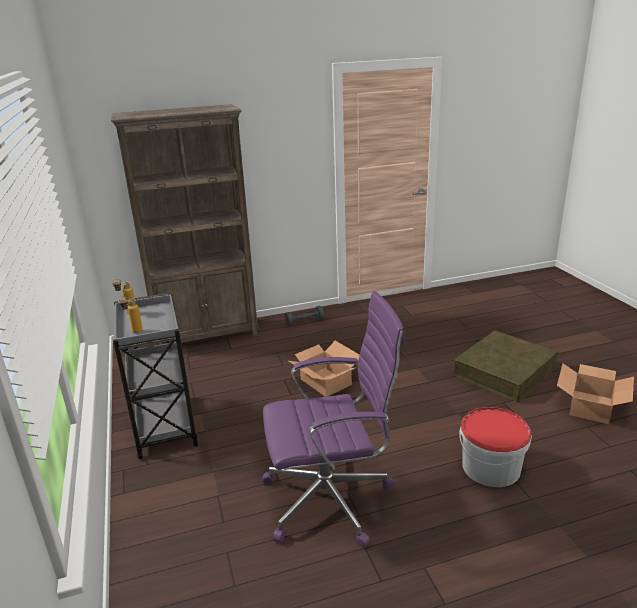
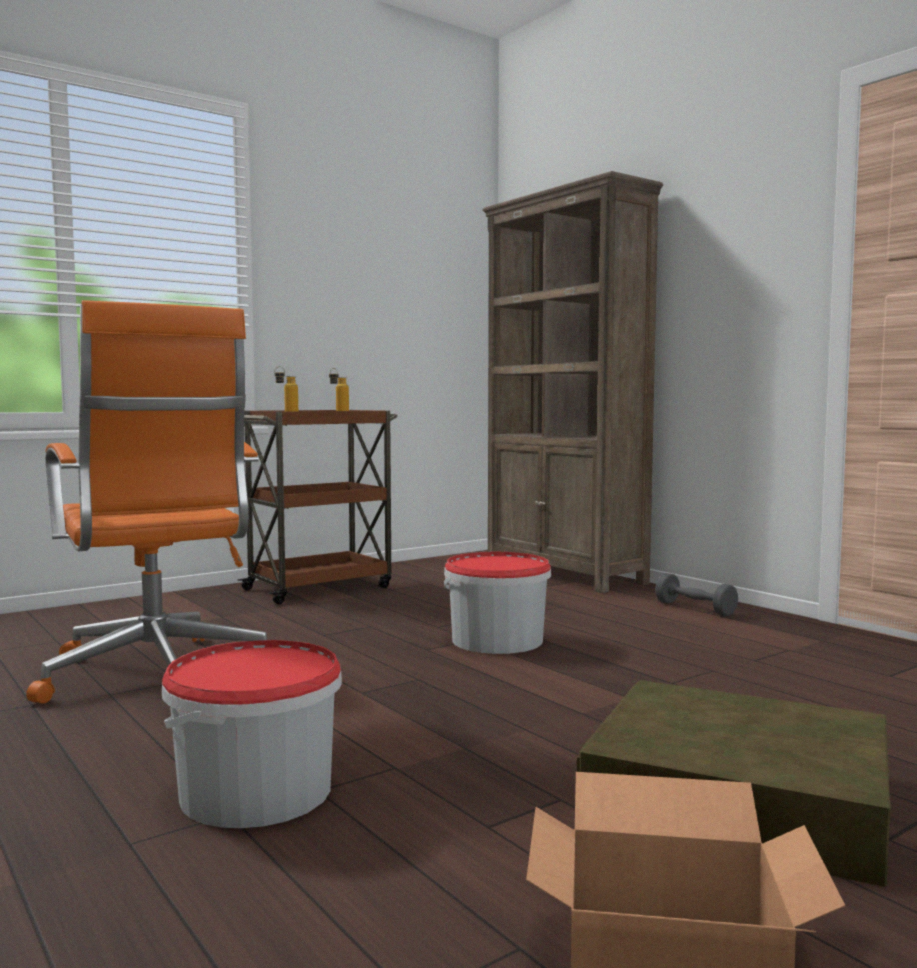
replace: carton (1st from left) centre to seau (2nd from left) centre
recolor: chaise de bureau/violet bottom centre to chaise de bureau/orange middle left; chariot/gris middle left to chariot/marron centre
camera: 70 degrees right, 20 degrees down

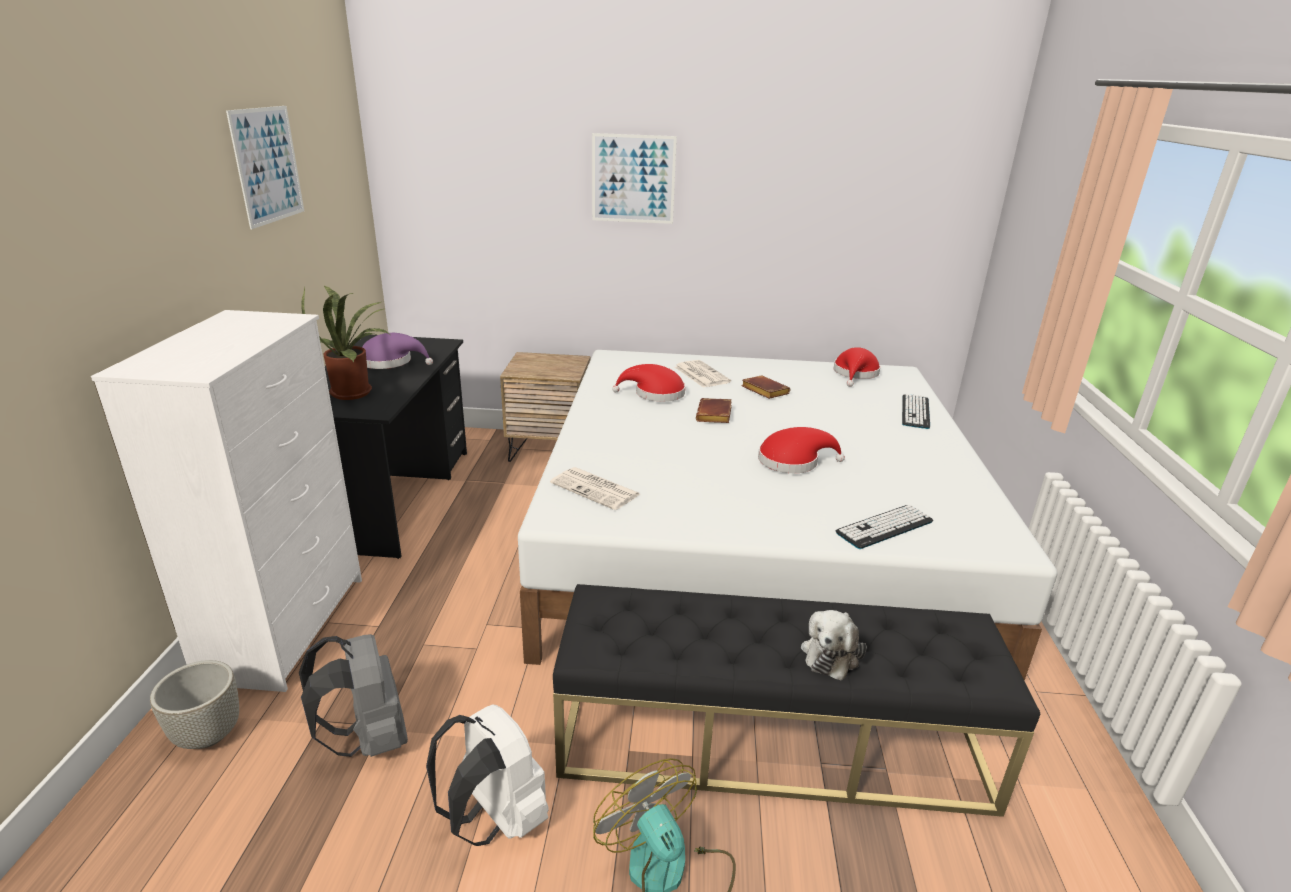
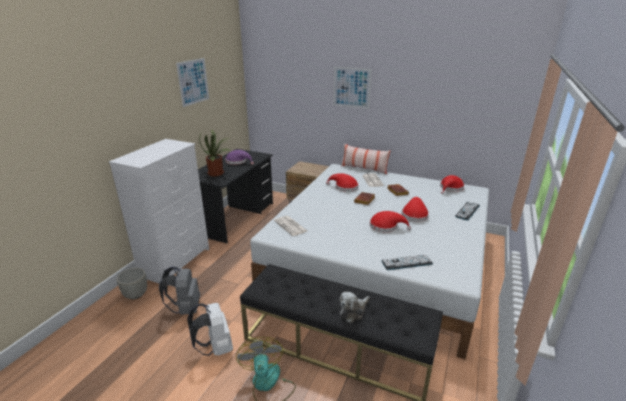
insert: coussin centre; chapeau/rouge (3rd from left) centre
camera: 20 degrees right, 0 degrees up

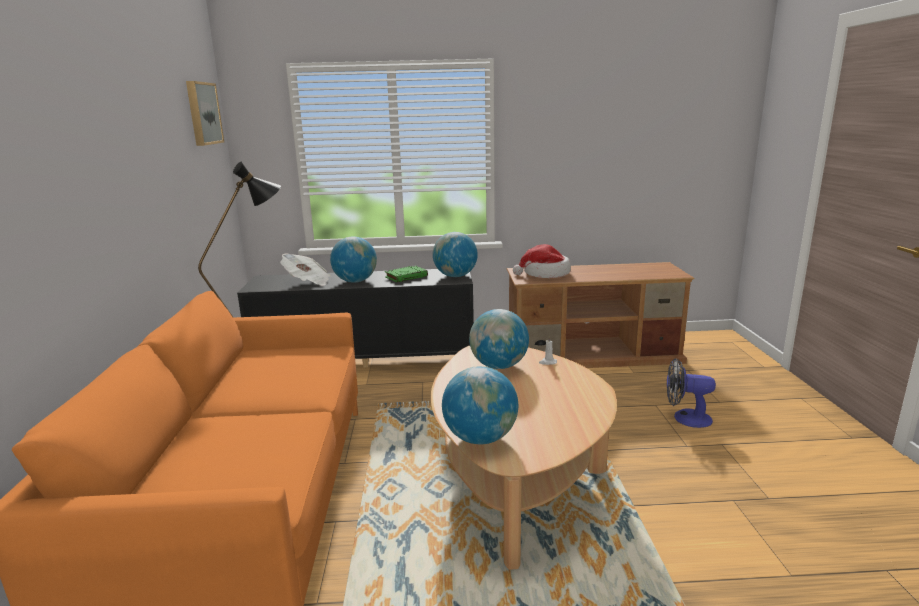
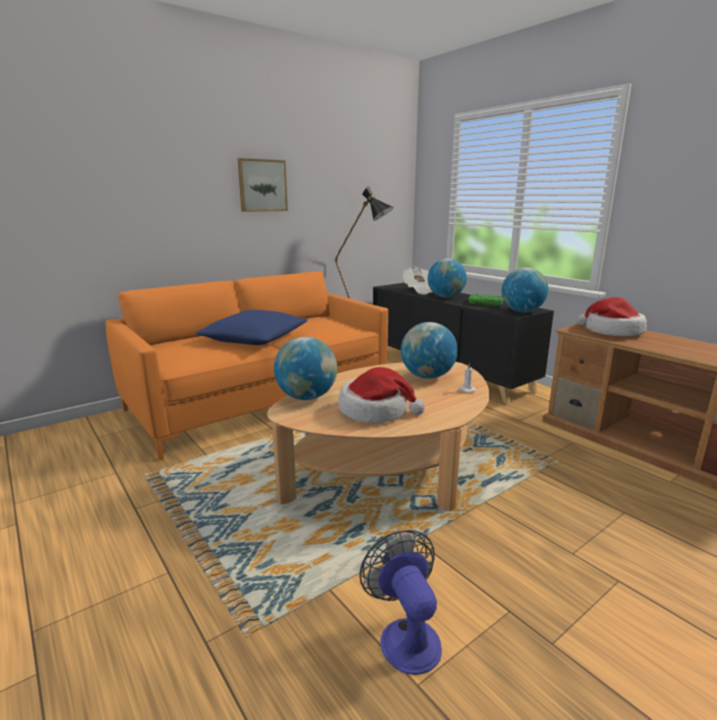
insert: coussin/bleu centre; chapeau (1st from left) centre
move: tableau top left to top centre; ventilateur middle right to bottom centre
camera: 55 degrees right, 0 degrees up

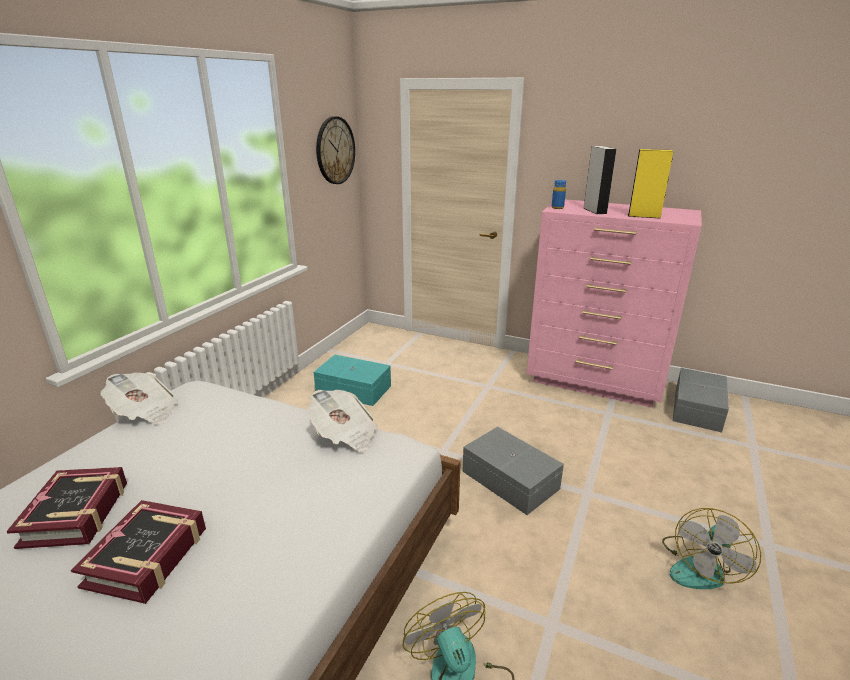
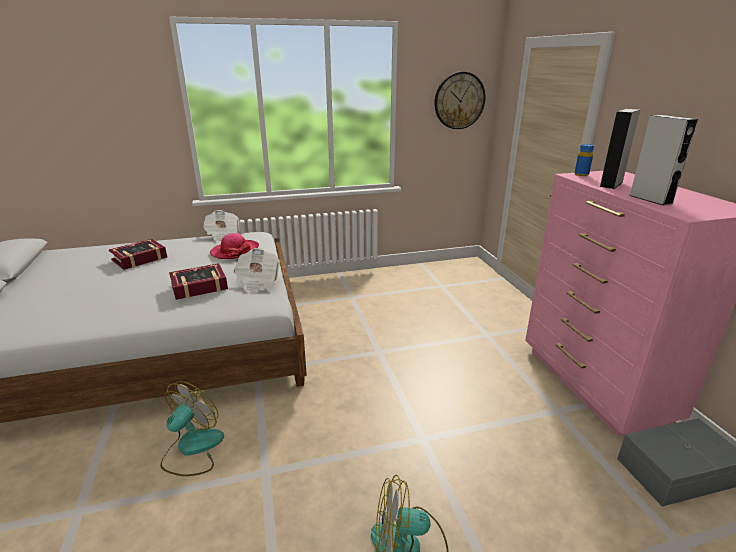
delete: boîte de rangement/turquoise centre; boîte de rangement/gris (1st from left) bottom centre
insert: chapeau middle left
move: livre (2nd from left) bottom left to middle left
recolor: enceinte/jaune top right to enceinte/gris (2nd from left) top right
camera: 50 degrees right, 0 degrees up

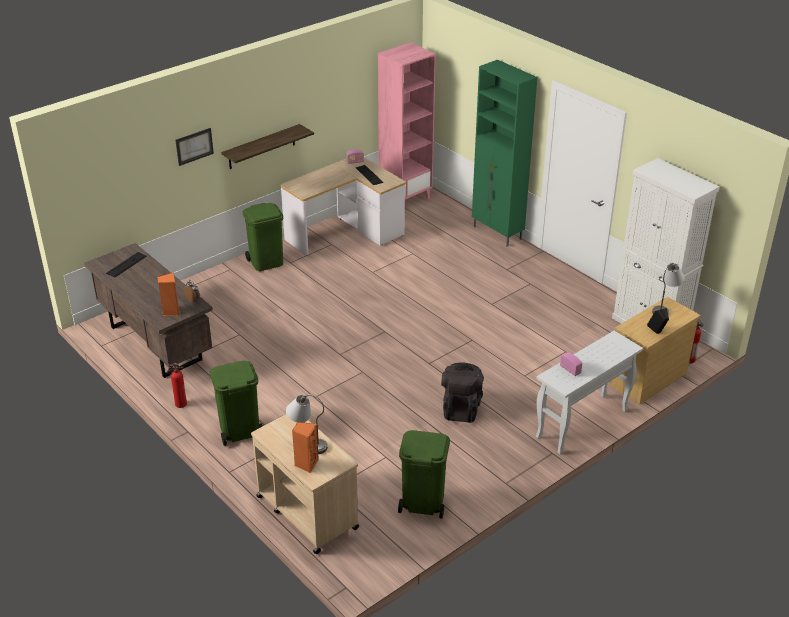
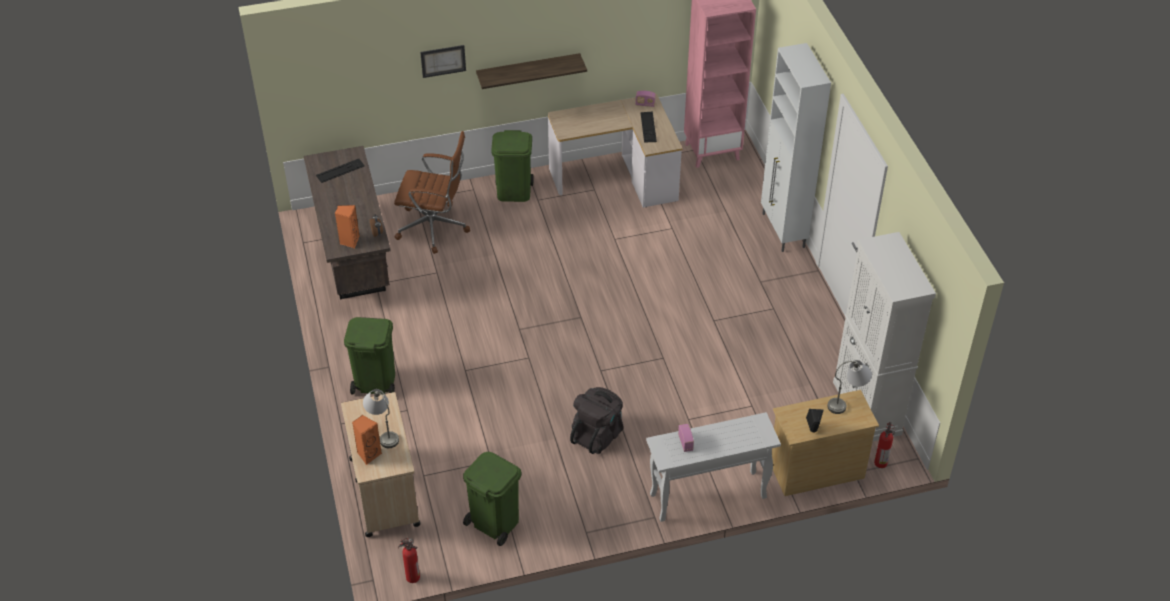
insert: chaise de bureau/marron top centre
move: extincteur (1st from left) middle left to bottom centre
recolor: meuble de rangement/vert top centre to meuble de rangement/blanc (1st from left) top right
camera: 25 degrees right, 10 degrees up

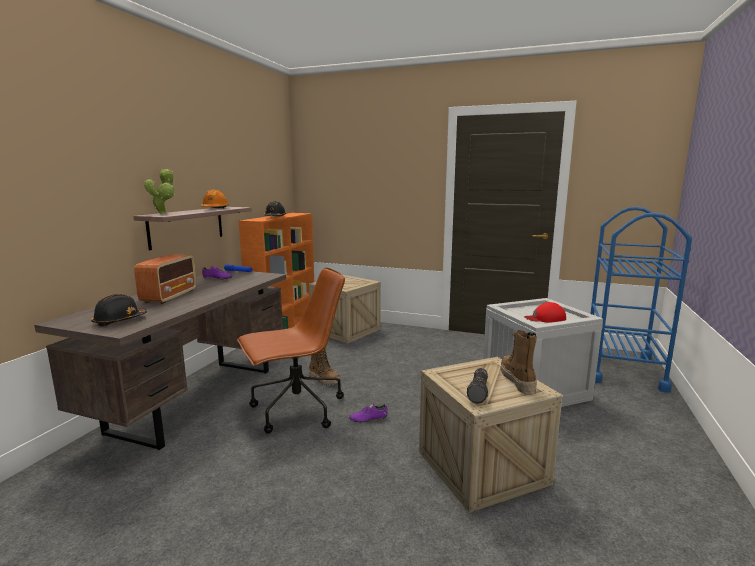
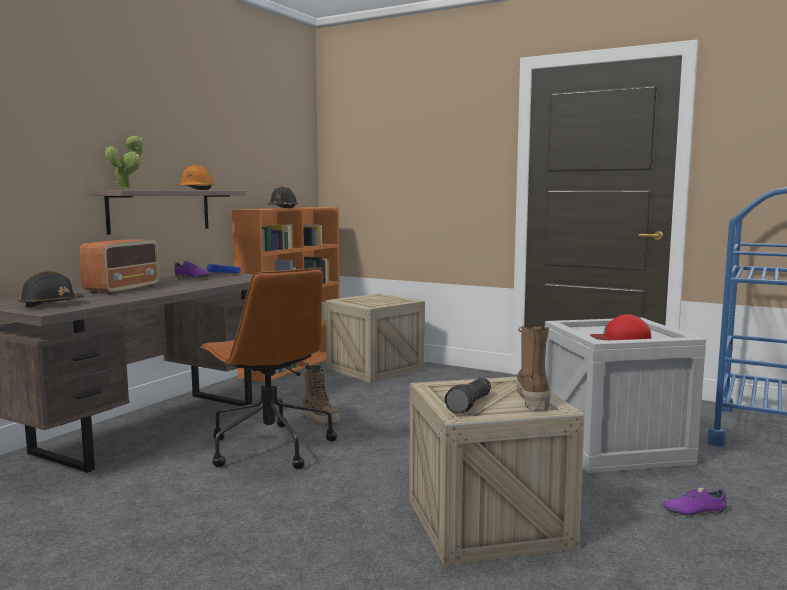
move: chaussure/violet (2nd from left) bottom centre to bottom right
rotate: chaise de bureau/marron centre = centre 75 degrees clockwise
camera: 10 degrees right, 5 degrees down

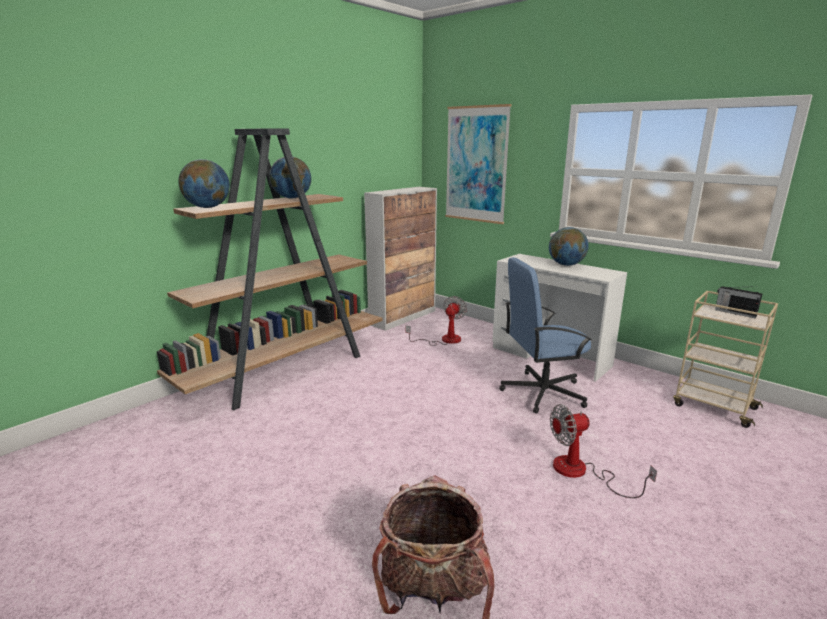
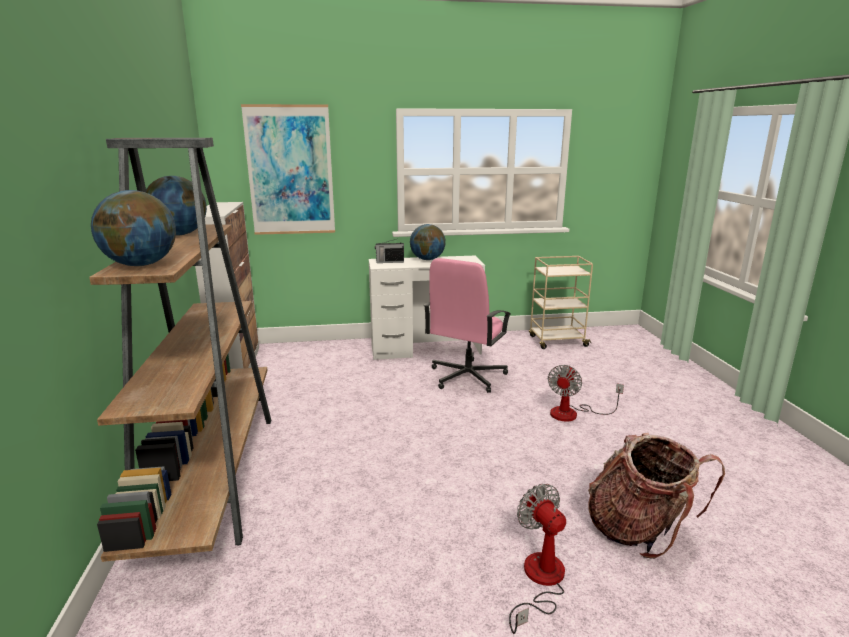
move: radio middle right to centre; ventilateur (1st from left) centre to bottom centre
recolor: chaise de bureau/bleu centre to chaise de bureau/rose centre
camera: 50 degrees left, 0 degrees up

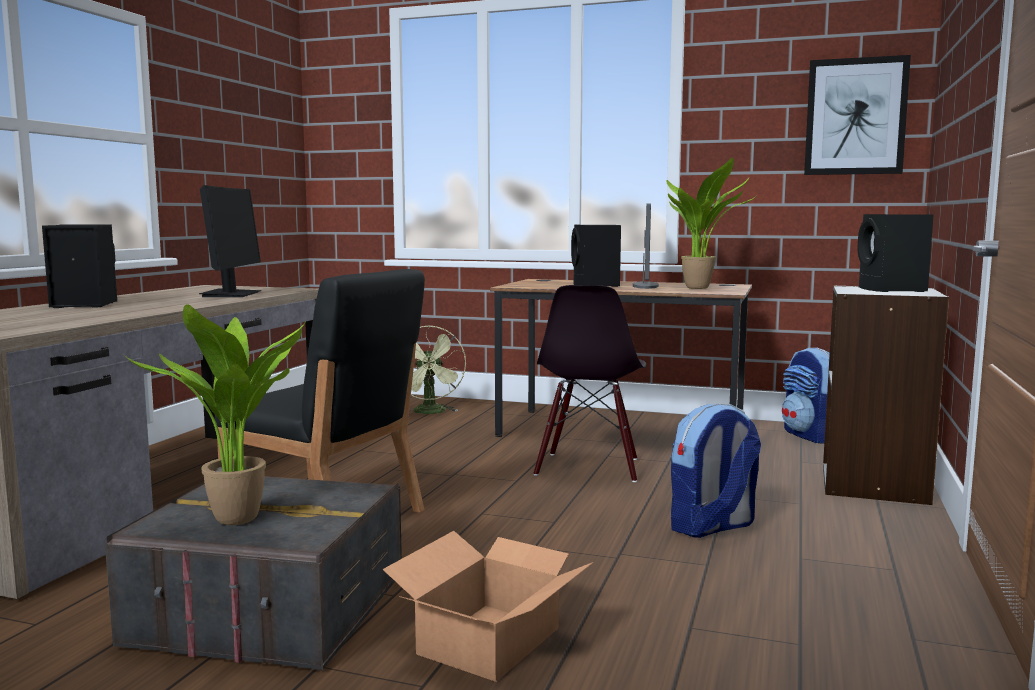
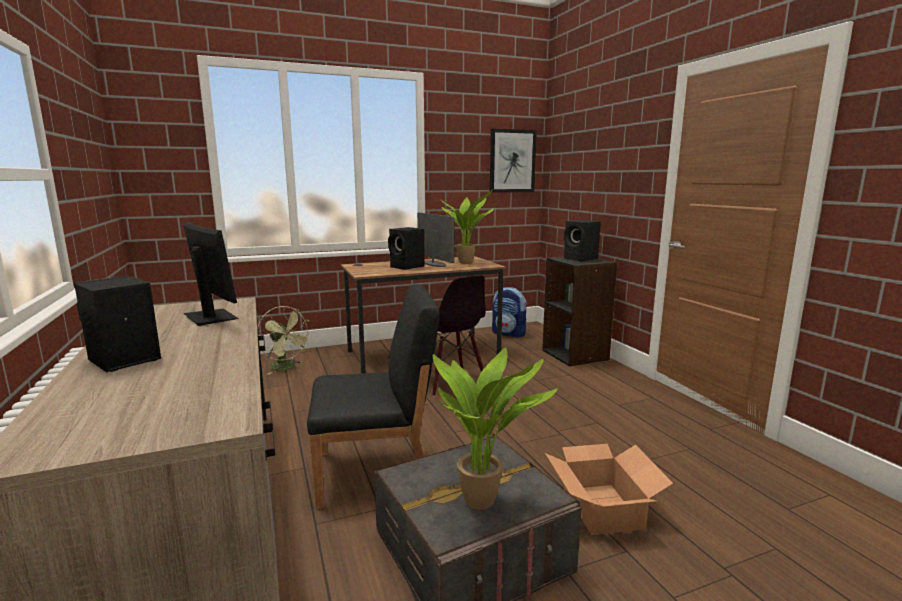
delete: sac à dos (1st from left) bottom right
camera: 40 degrees left, 5 degrees up

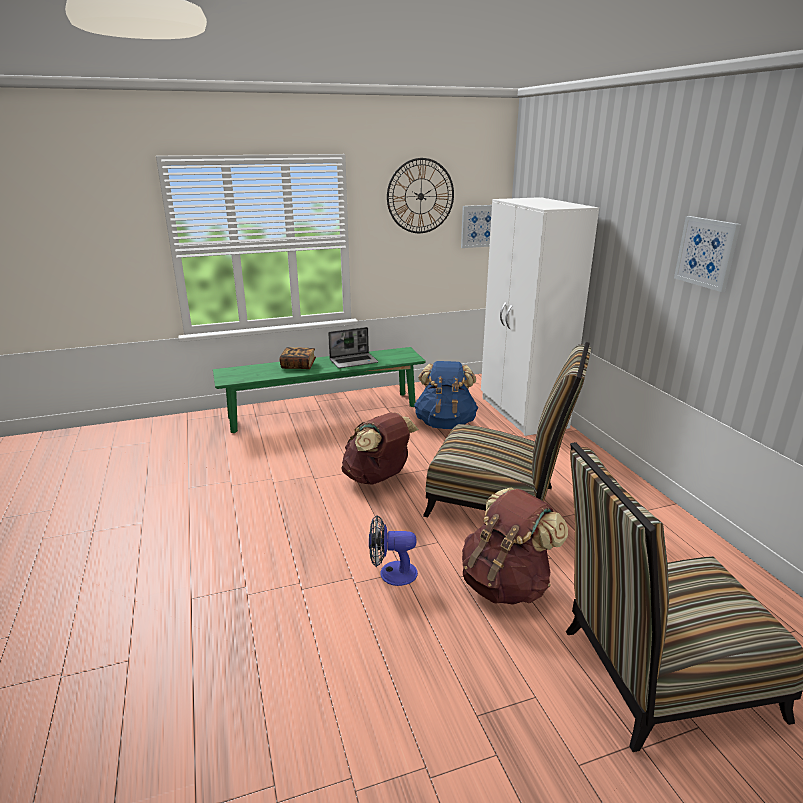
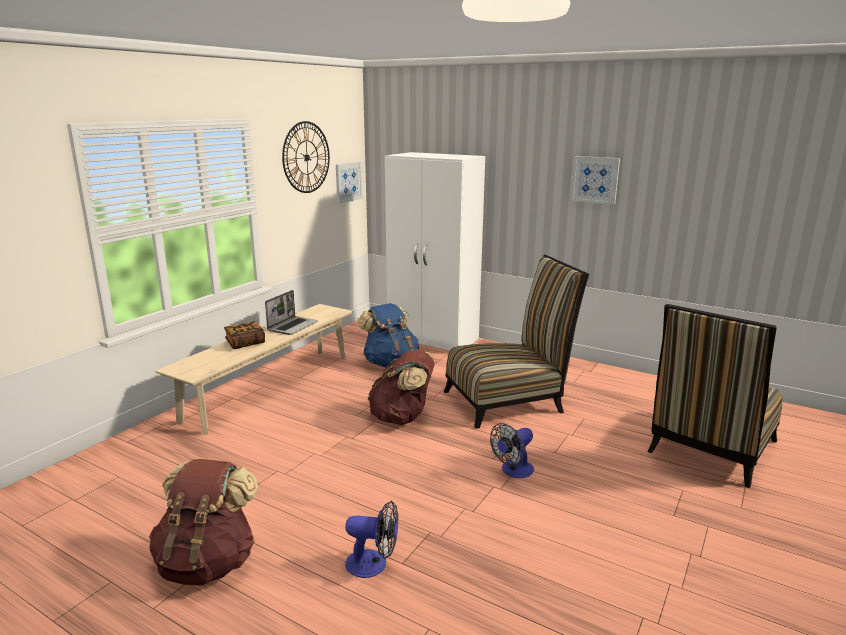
insert: ventilateur (1st from left) bottom centre
move: sac à dos/marron (2nd from left in the first image) bottom centre to sac à dos/marron (1st from left) bottom left
recolor: banc/vert centre to banc/beige middle left
camera: 40 degrees left, 5 degrees down

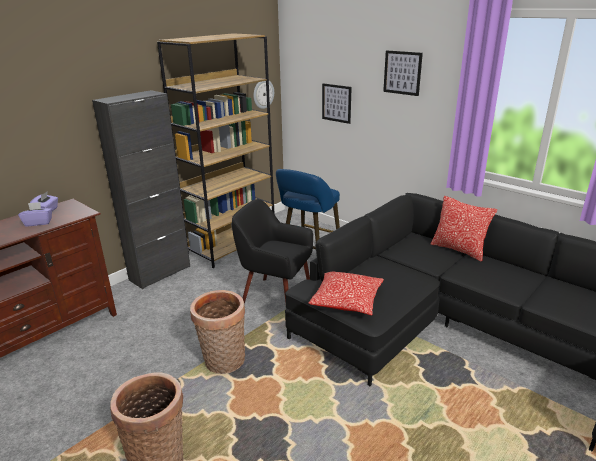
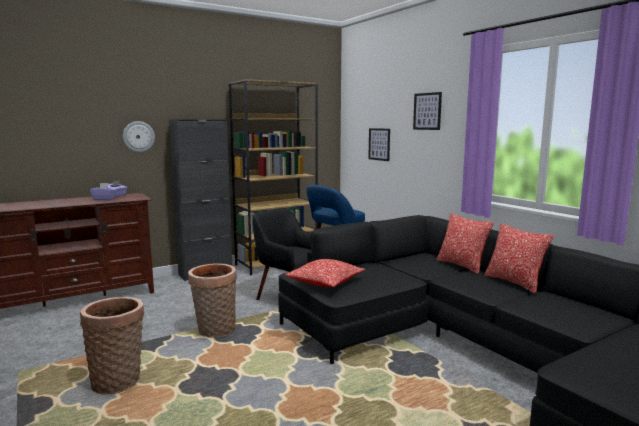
insert: coussin (3rd from left) middle right
move: horloge murale top centre to top left
camera: 15 degrees right, 15 degrees down

